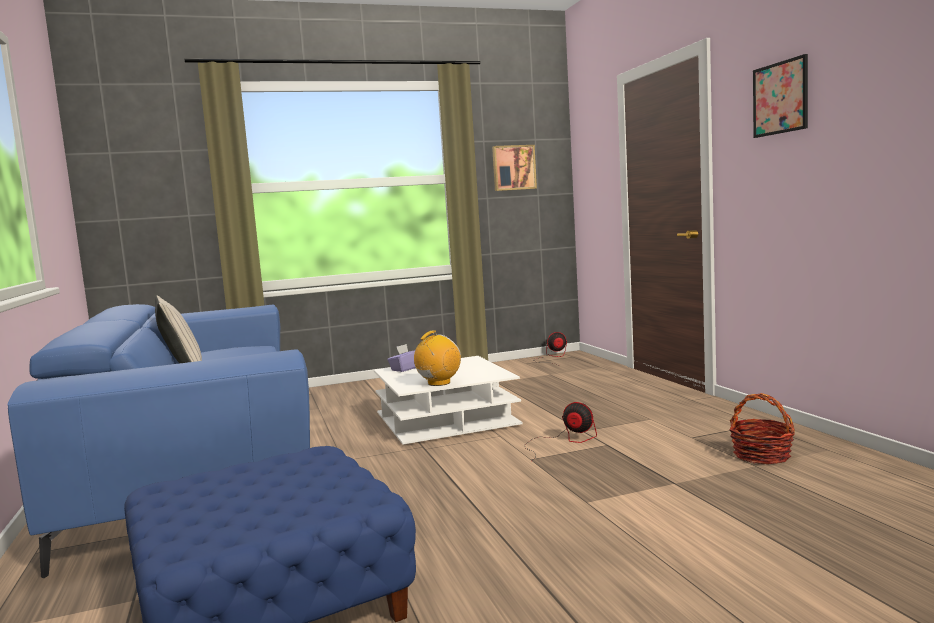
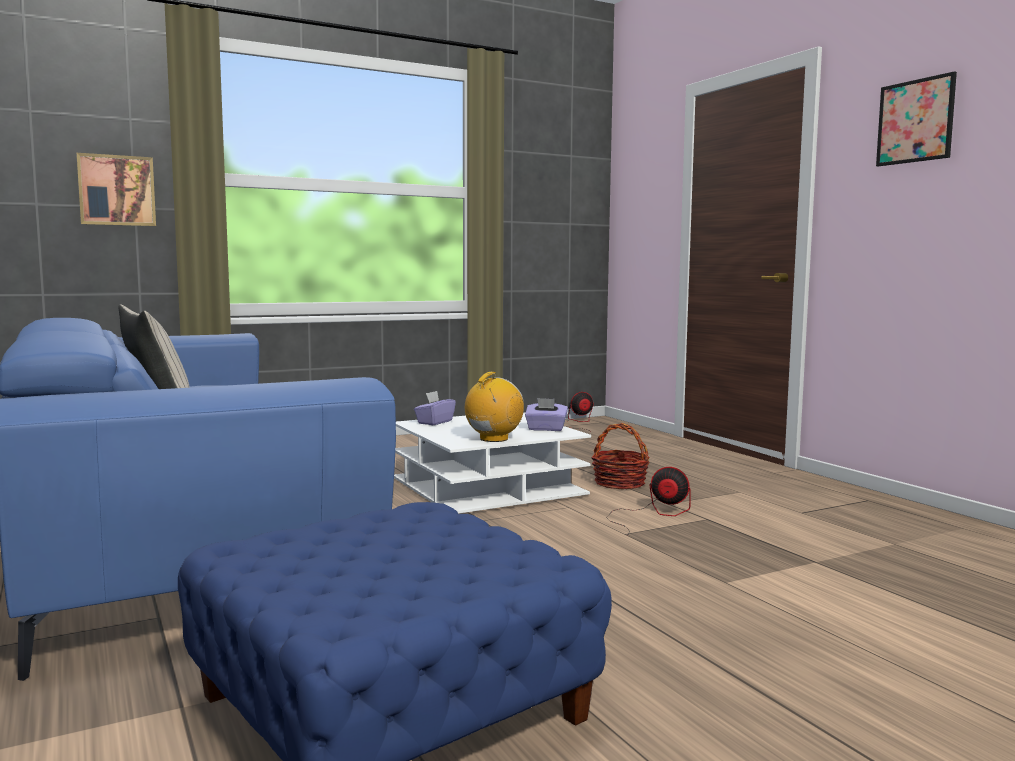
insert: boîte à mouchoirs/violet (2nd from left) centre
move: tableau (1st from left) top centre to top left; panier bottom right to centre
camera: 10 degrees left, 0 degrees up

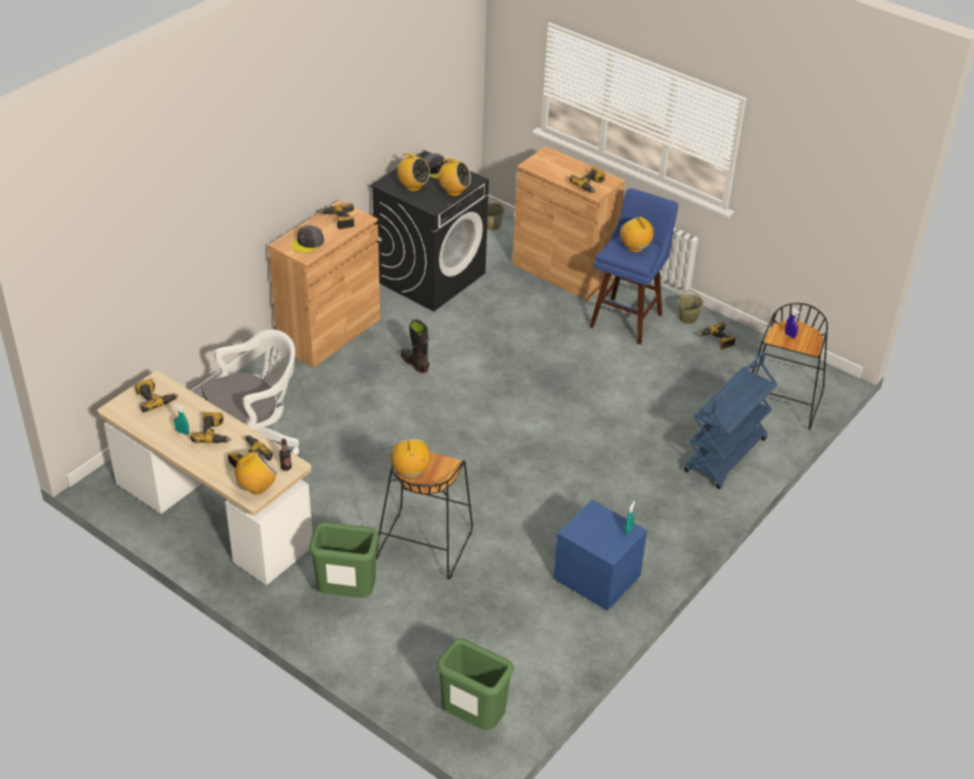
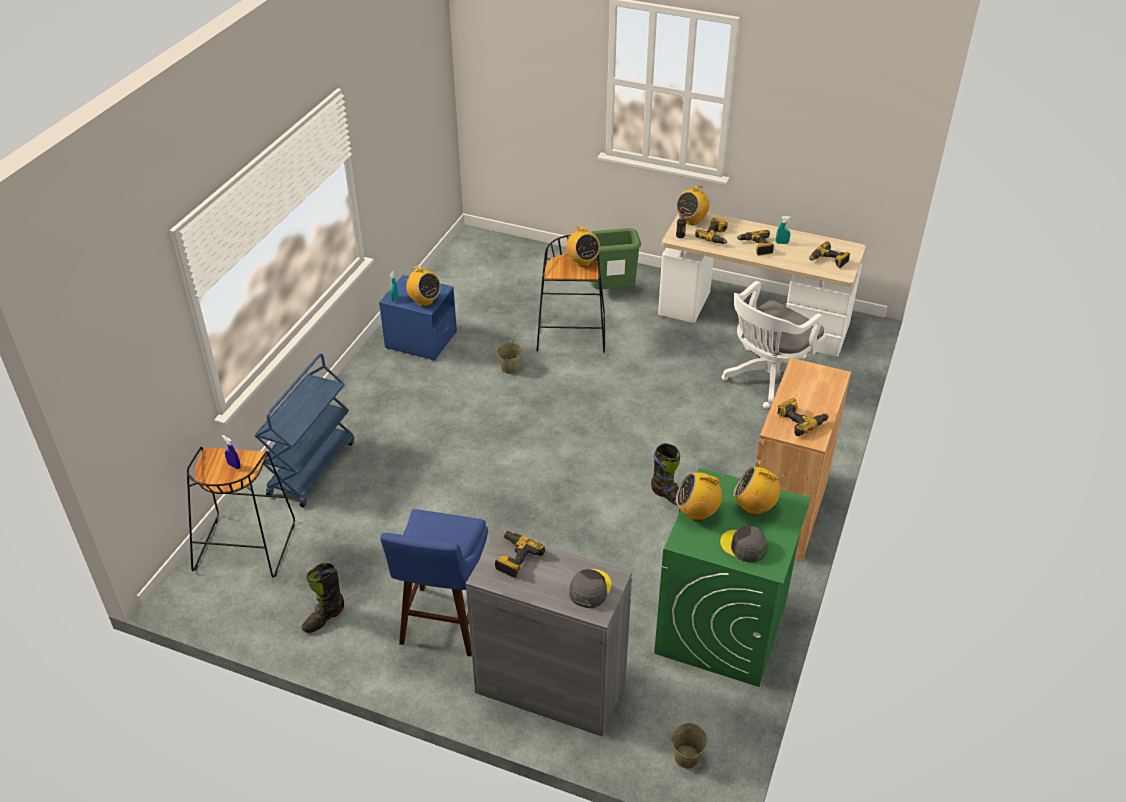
delete: poubelle/vert (2nd from left) bottom centre
move: radio (5th from left in the first image) top centre to radio (1st from left) centre; casquette/gris (1st from left) top left to bottom centre; seau/beige (2nd from left in the first image) middle right to seau/beige (1st from left) centre
replace: perceuse (6th from left) middle right to botte/noir (1st from left) bottom left
recolor: meuble de rangement/marron (2nd from left) top centre to meuble de rangement/gris bottom centre; lave-linge/noir top centre to lave-linge/vert bottom centre
camera: 165 degrees right, 0 degrees up

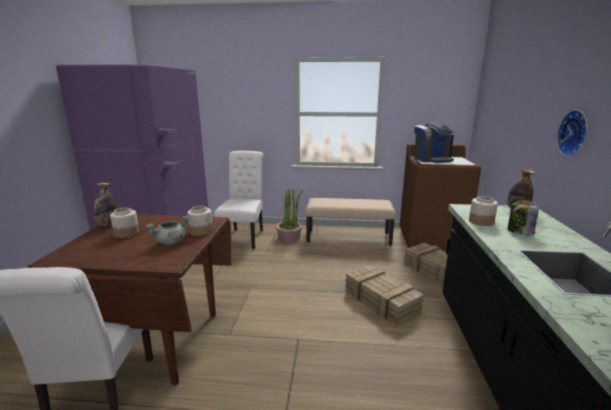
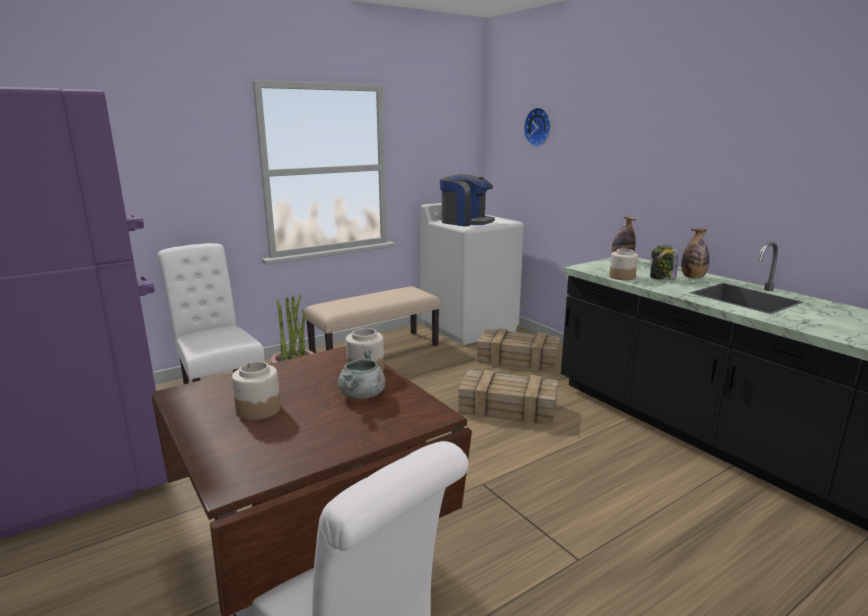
move: horloge murale top right to top centre; bouteille (1st from left in the first image) middle left to bouteille (2nd from left) middle right
recolor: lave-linge/marron middle right to lave-linge/blanc centre
camera: 40 degrees left, 0 degrees up

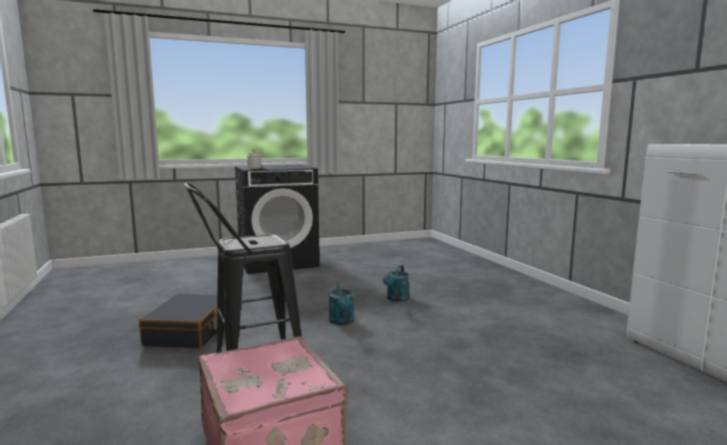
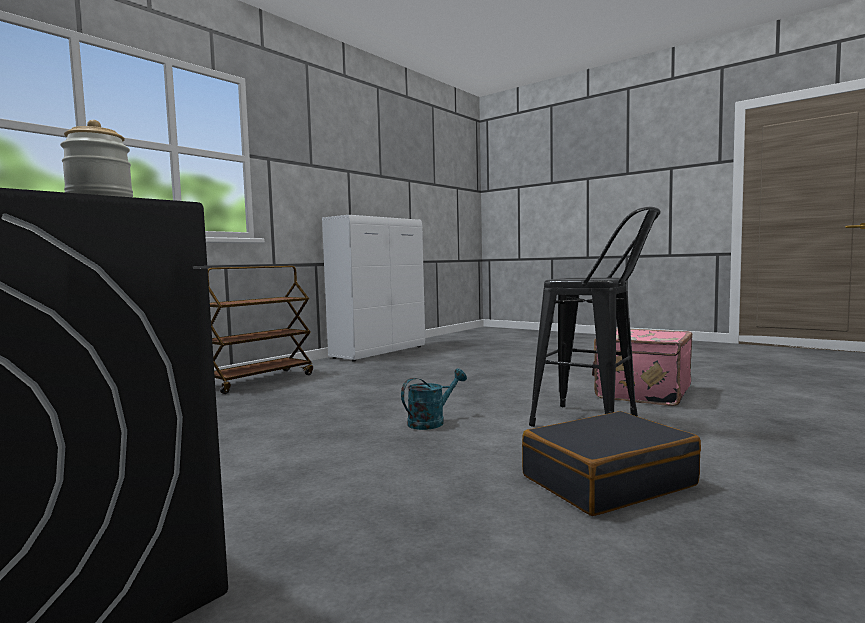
delete: arrosoir/turquoise (2nd from left) centre
insert: chariot/marron middle left
camera: 120 degrees left, 5 degrees down

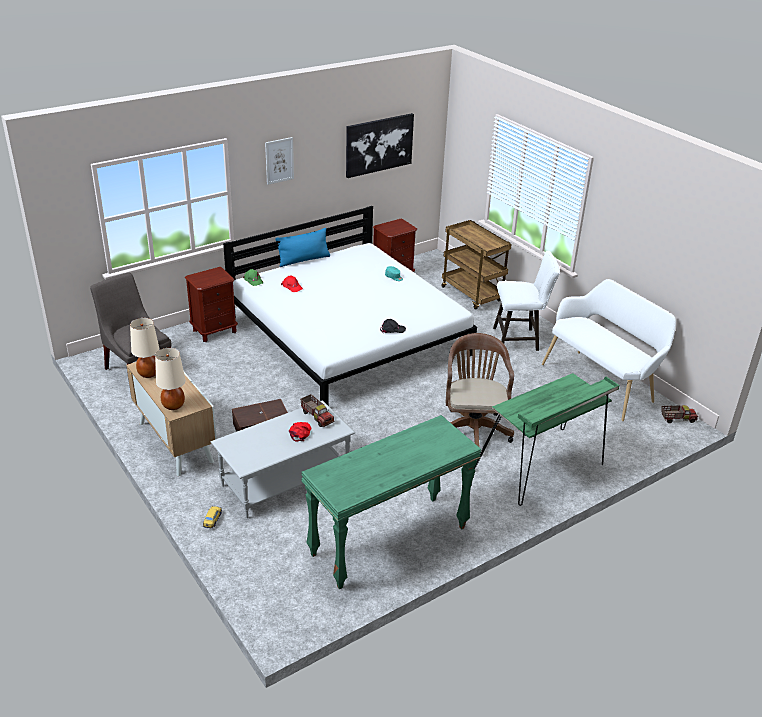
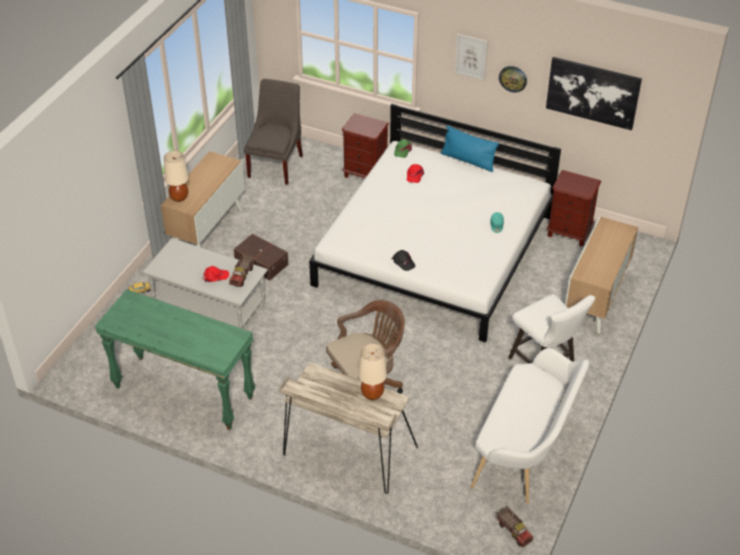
insert: horloge murale top right
move: lampe de table/beige (1st from left in the first image) middle left to lampe de table/beige (2nd from left) bottom centre
replace: chariot/marron centre to meuble de rangement (2nd from left) middle right
recolor: bureau/vert middle right to bureau/beige bottom centre
camera: 60 degrees right, 10 degrees up

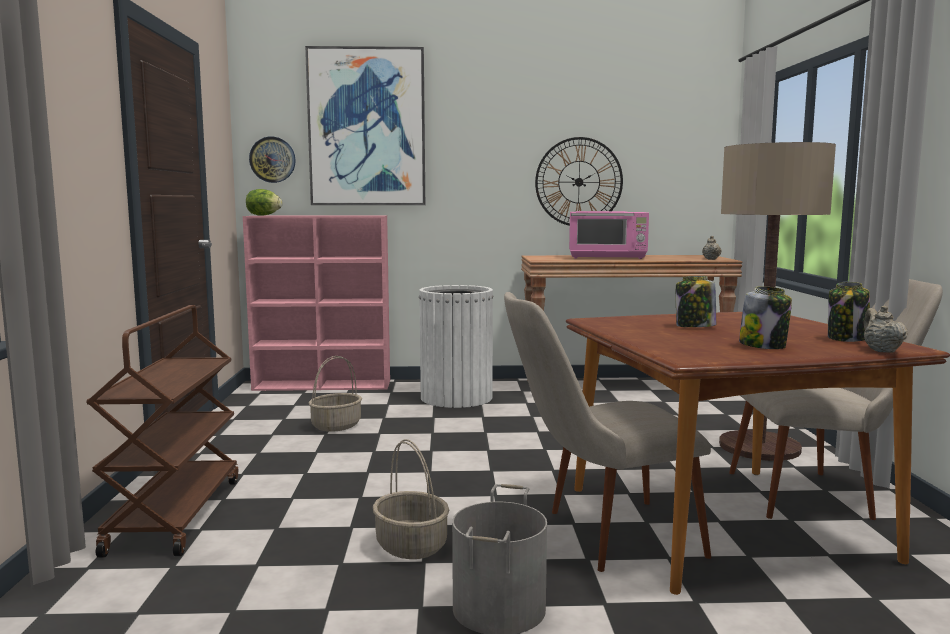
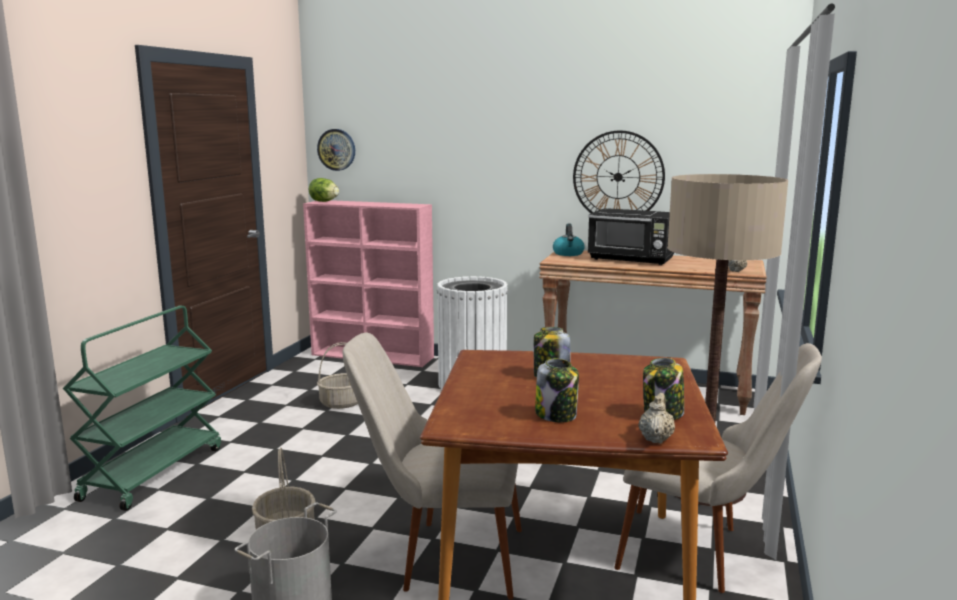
delete: tableau top centre
insert: bouilloire centre
recolor: micro-ondes/rose centre to micro-ondes/noir centre; chariot/marron bottom left to chariot/vert bottom left
camera: 20 degrees right, 5 degrees up

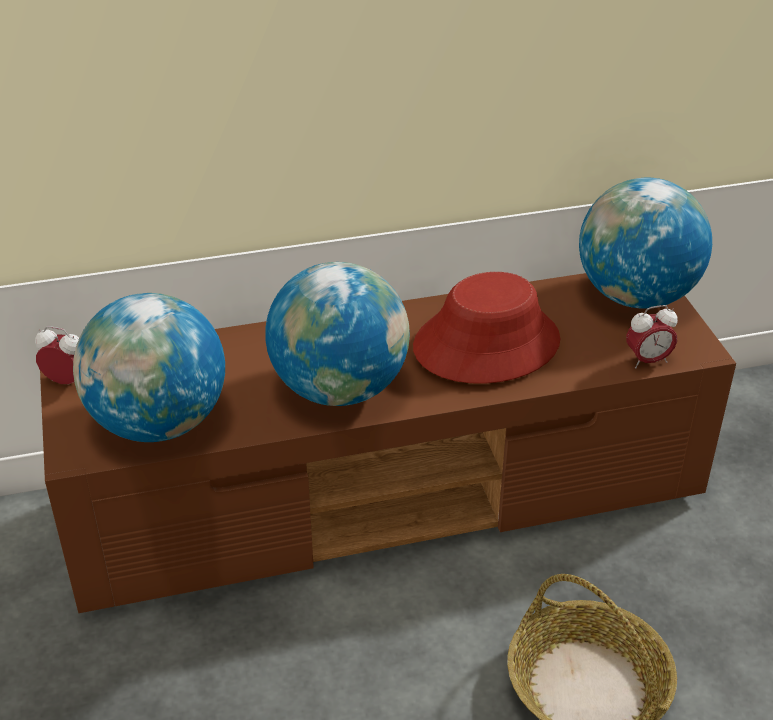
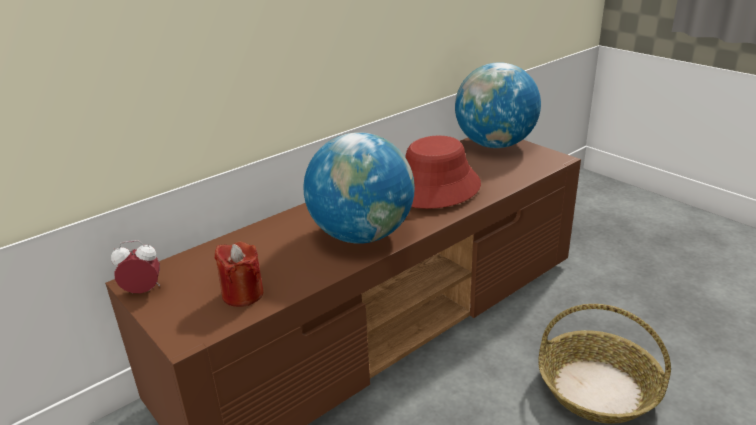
delete: réveil (2nd from left) middle right
replace: globe (1st from left) middle left to bougie/rouge middle left
camera: 25 degrees left, 10 degrees down

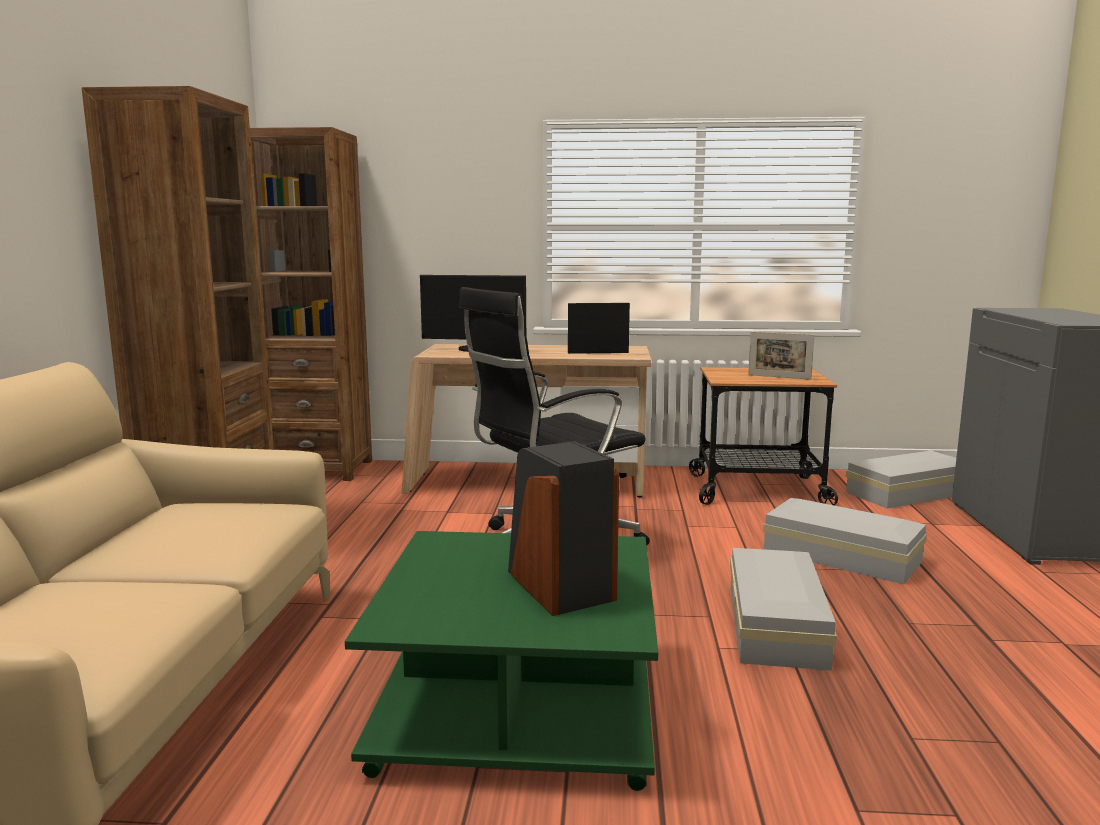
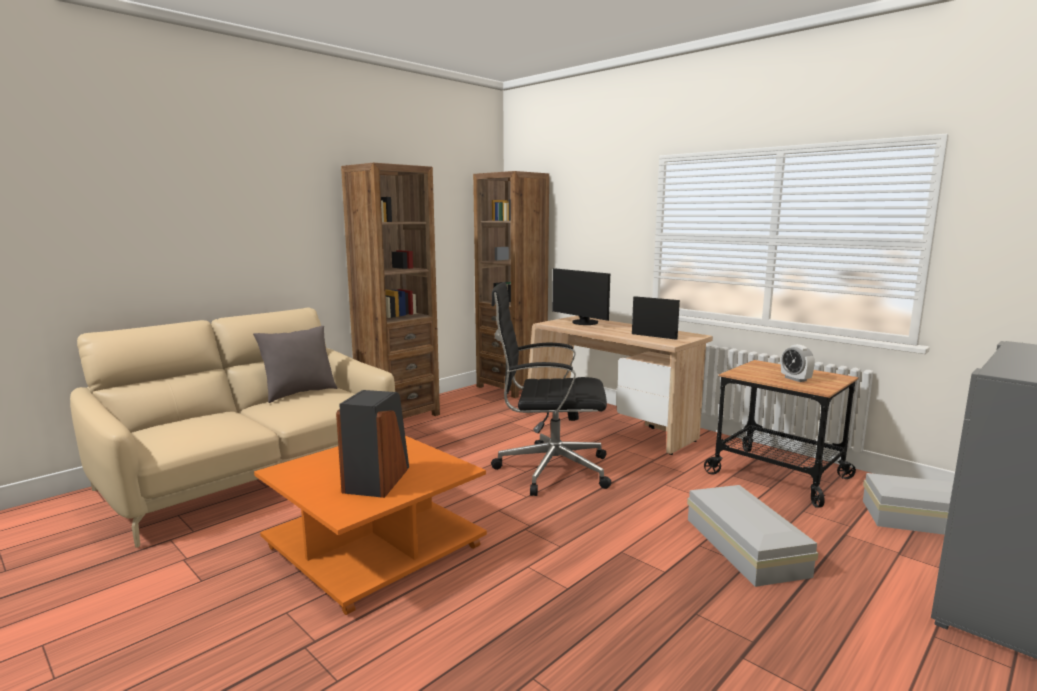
delete: boîte de rangement/blanc (1st from left) bottom right
insert: coussin/gris middle left
replace: cadre photo (2nd from left) middle right to réveil middle right
recolor: table basse/vert bottom centre to table basse/orange bottom centre
camera: 40 degrees right, 0 degrees up

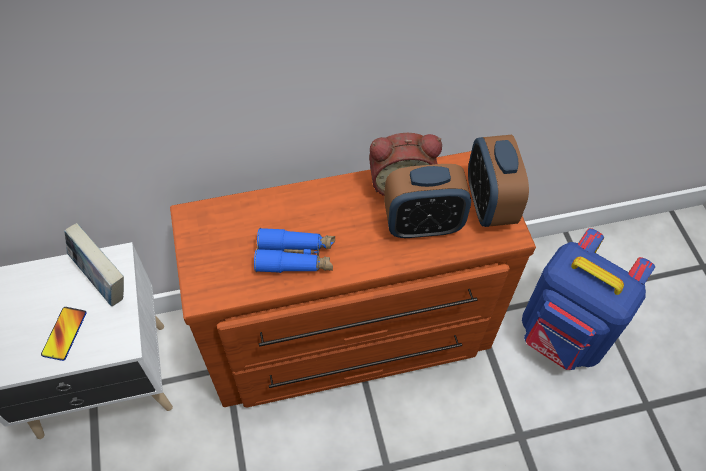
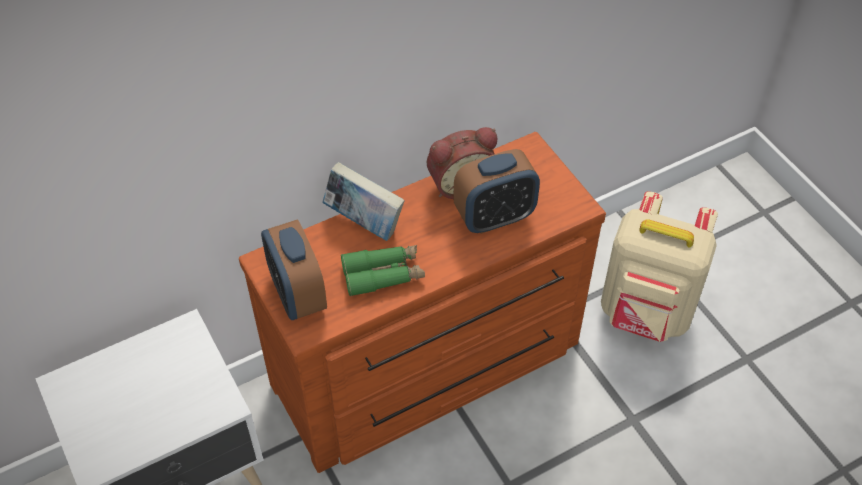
delete: téléphone bottom left
move: réveil (3rd from left in the first image) middle right to réveil (1st from left) centre; livre middle left to centre
recolor: jumelles/bleu centre to jumelles/vert centre; sac à dos/bleu middle right to sac à dos/beige middle right
camera: 15 degrees left, 5 degrees down

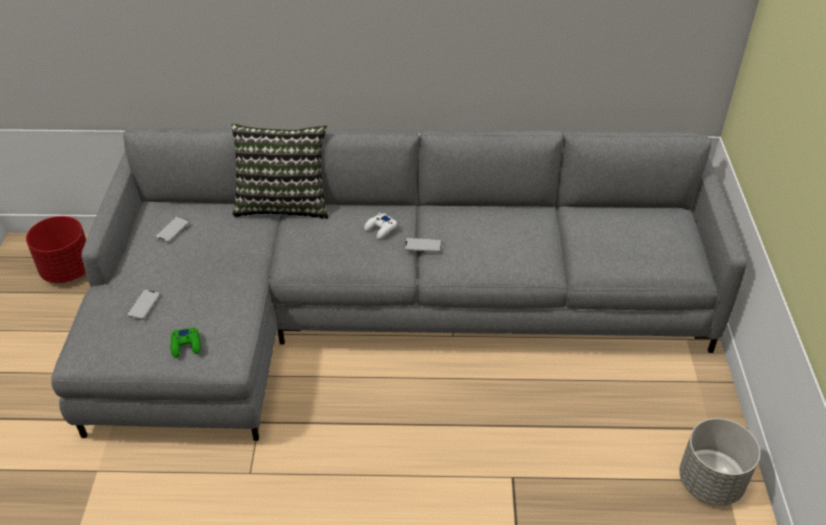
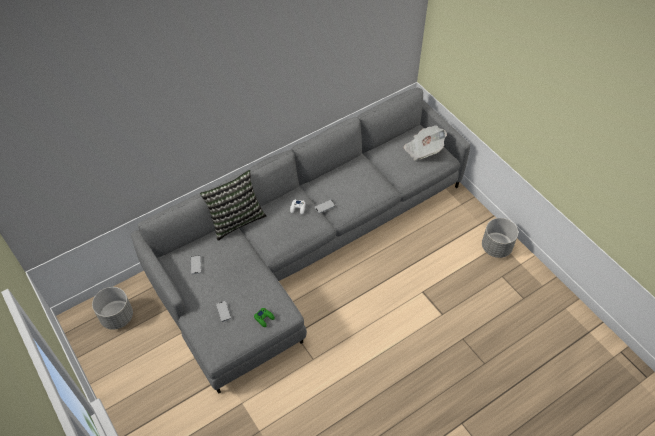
insert: journal top centre
recolor: cache-pot/rouge middle left to cache-pot/gris (1st from left) bottom left
camera: 35 degrees left, 10 degrees up

